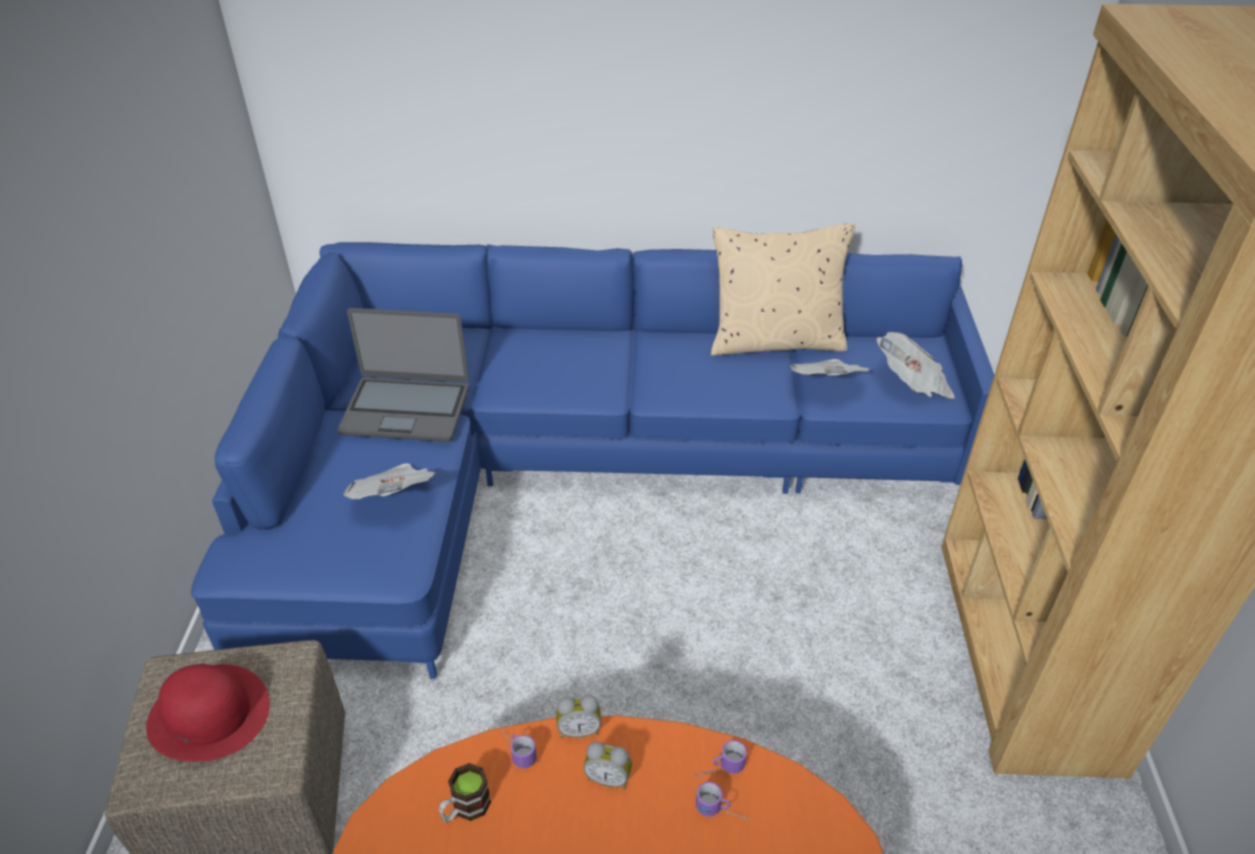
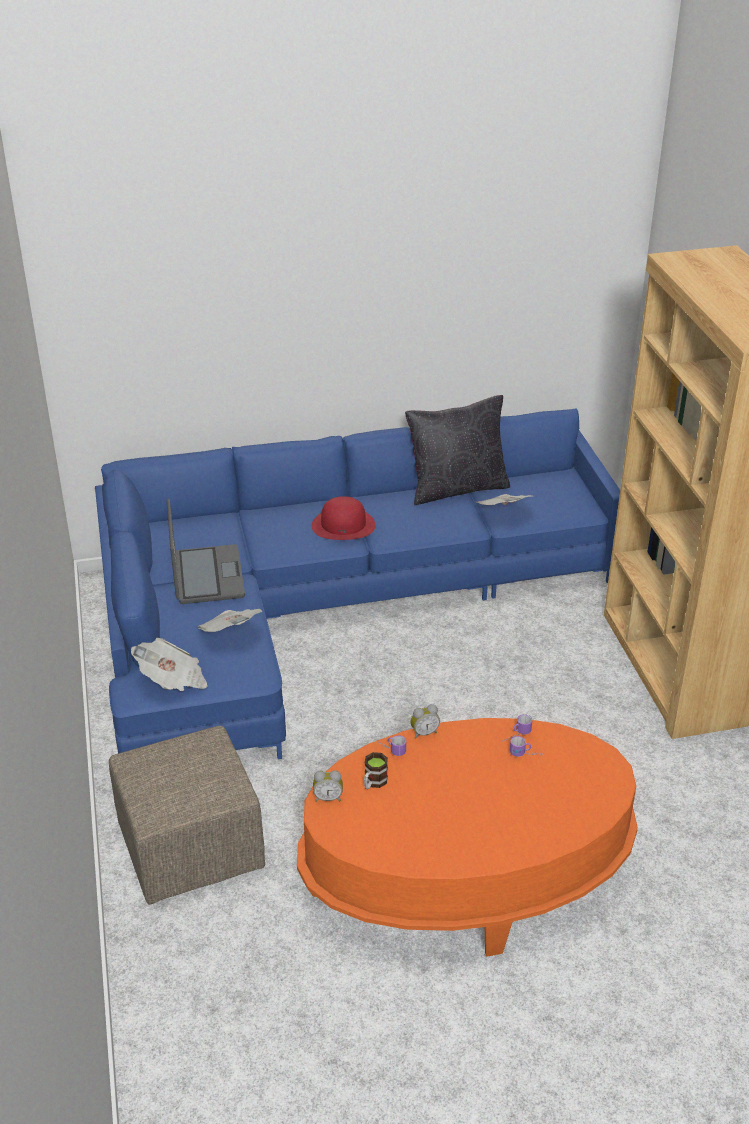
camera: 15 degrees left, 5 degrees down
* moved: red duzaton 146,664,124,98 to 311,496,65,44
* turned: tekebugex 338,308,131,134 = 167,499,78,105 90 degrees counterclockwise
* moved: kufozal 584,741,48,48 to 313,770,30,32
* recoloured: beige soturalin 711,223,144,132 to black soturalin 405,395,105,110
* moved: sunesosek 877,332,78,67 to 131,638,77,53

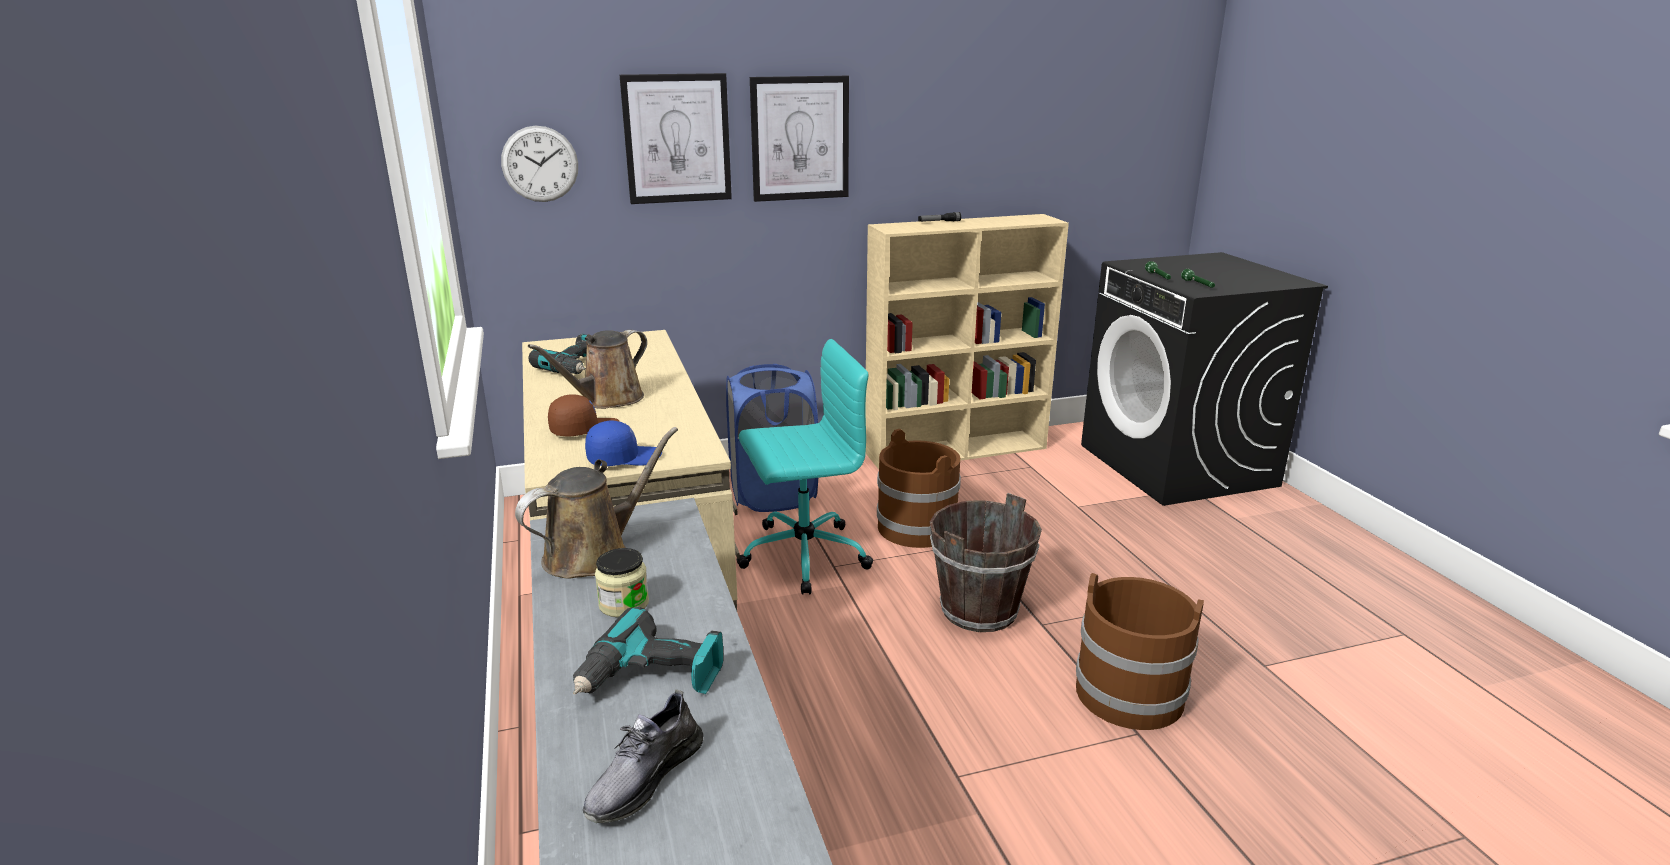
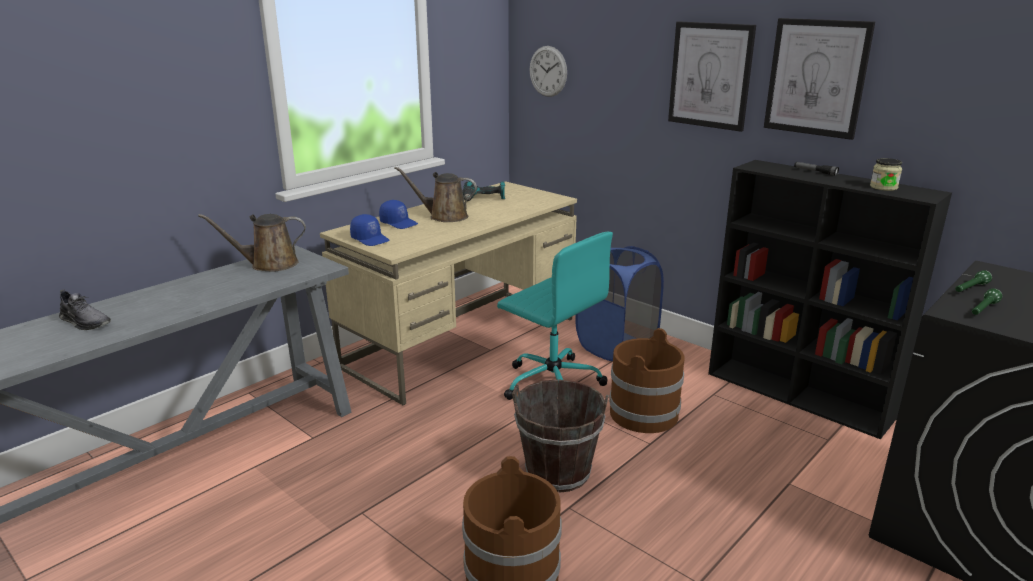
camera: 60 degrees right, 0 degrees up
* turned: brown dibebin 515,427,163,151 = 198,214,108,58 150 degrees clockwise
* recoloured: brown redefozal 548,394,72,42 to blue redefozal 379,200,39,29
* removed: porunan 573,607,151,88
* turned: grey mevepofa 583,689,121,134 = 59,289,52,41 150 degrees counterclockwise
* moved: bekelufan 595,548,54,70 to 870,158,32,33
* moved: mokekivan 620,73,112,131 to 764,18,111,122
* recoloured: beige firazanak 865,214,204,255 to black firazanak 708,160,244,279

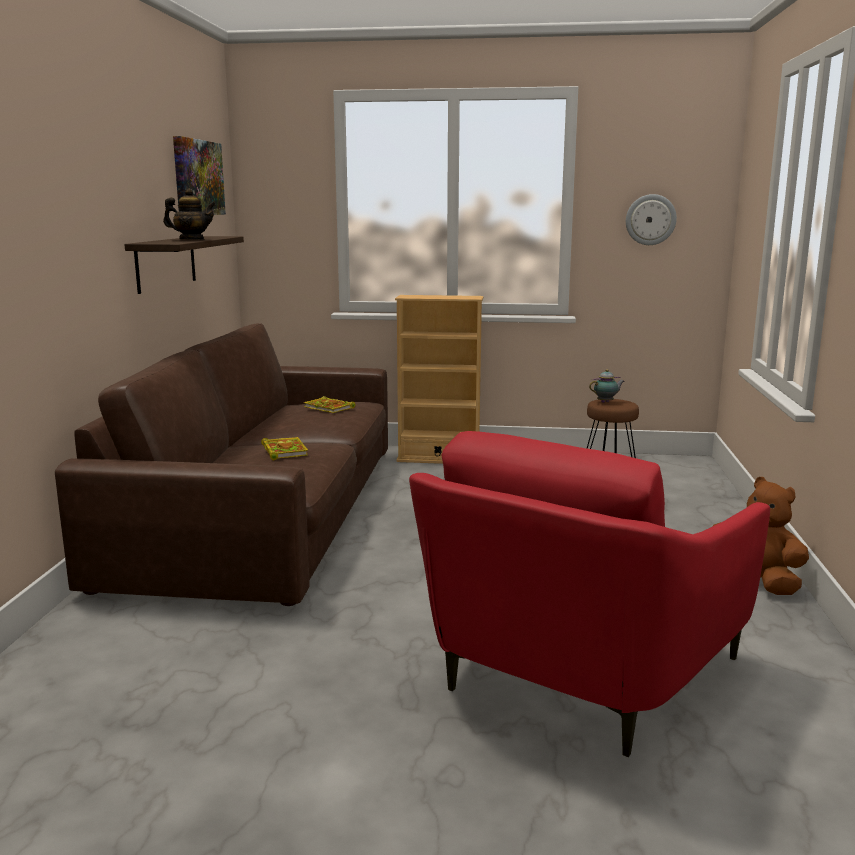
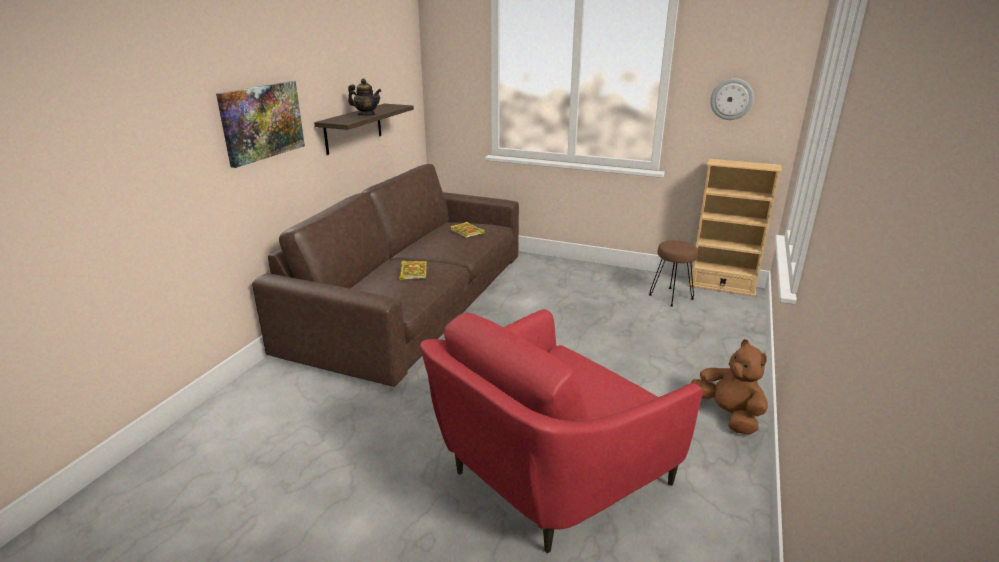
camera: 15 degrees right, 10 degrees up
* moved: mokekivan 173,136,53,79 to 216,81,89,87
* moved: beige firazanak 395,295,88,169 to 688,159,94,138
* removed: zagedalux 589,369,35,34

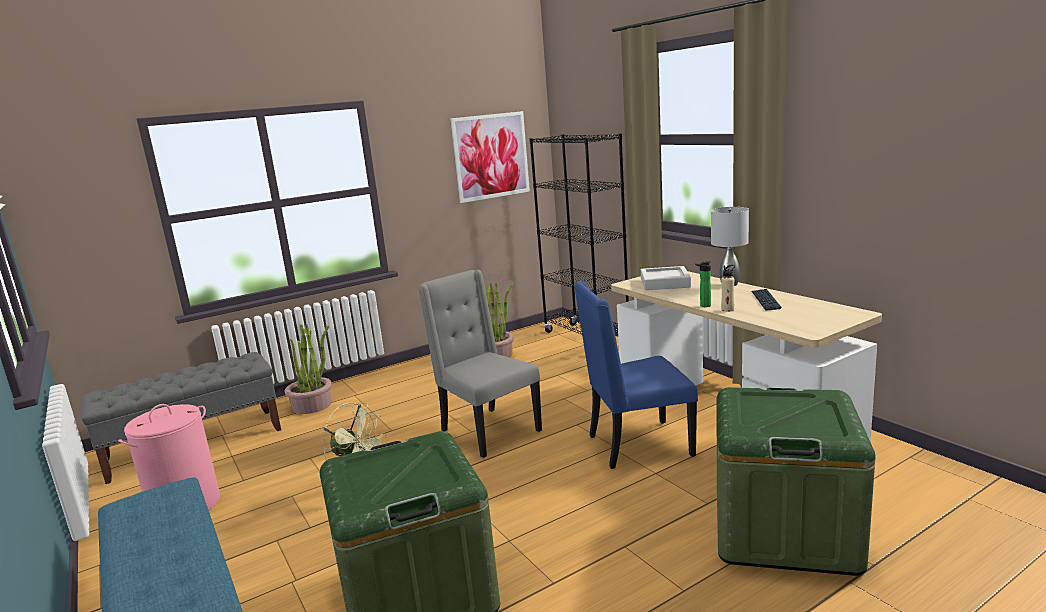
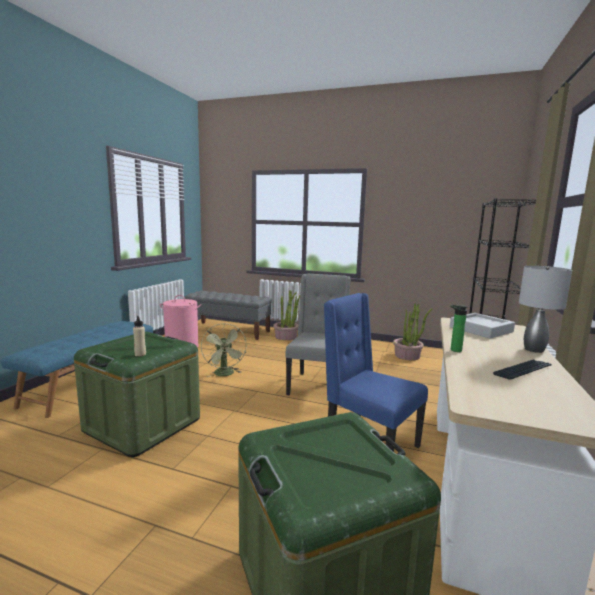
camera: 50 degrees right, 5 degrees down
* removed: mokekivan 450,111,80,92
* moved: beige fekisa 721,265,14,47 to 133,316,13,40

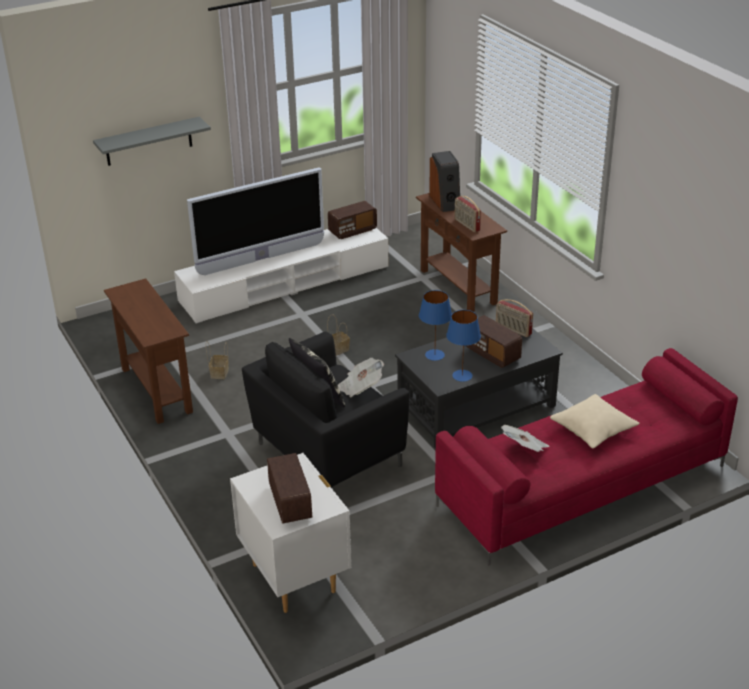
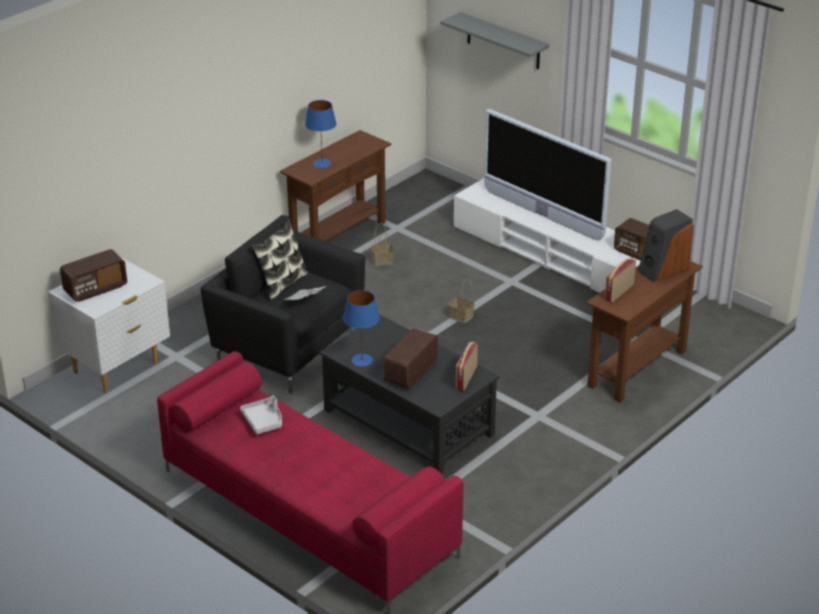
camera: 70 degrees right, 0 degrees up
* moved: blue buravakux 419,290,33,71 to 305,100,31,68
* replaced: sunesosek 501,425,48,27 to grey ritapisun 240,396,42,38
* removed: beige soturalin 550,394,90,54

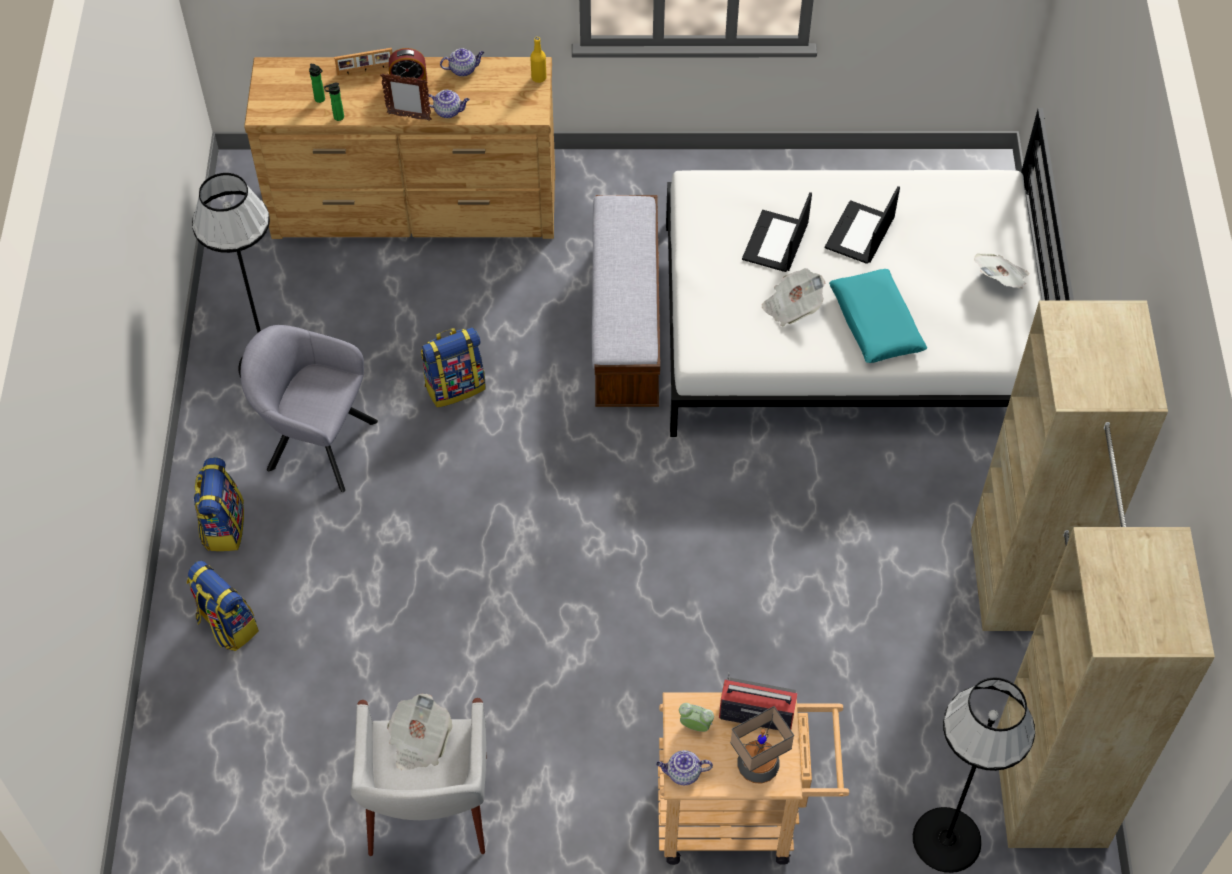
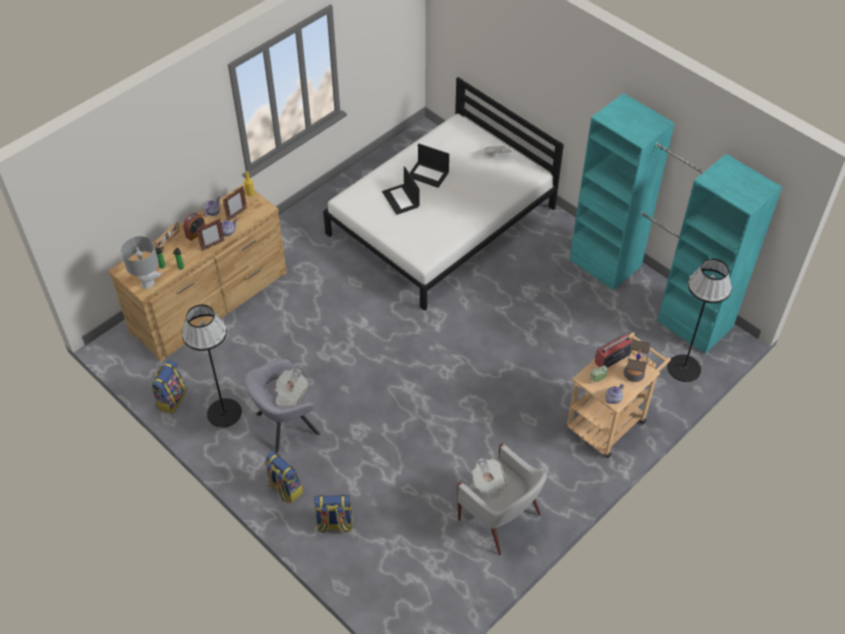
camera: 45 degrees left, 5 degrees down
* moved: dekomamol 421,327,65,81 to 152,360,34,54
* removed: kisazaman 592,195,68,212
* moved: sunesosek 762,268,64,59 to 275,369,33,37
* turned: tekebugex 825,186,75,78 = 410,143,39,45 45 degrees counterclockwise
* removed: turquoise soturalin 829,269,98,94
* recoloured: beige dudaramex 971,300,244,548 to turquoise dudaramex 569,93,213,261
* added: grey buravakux 121,236,40,53
* added: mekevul 222,186,25,34

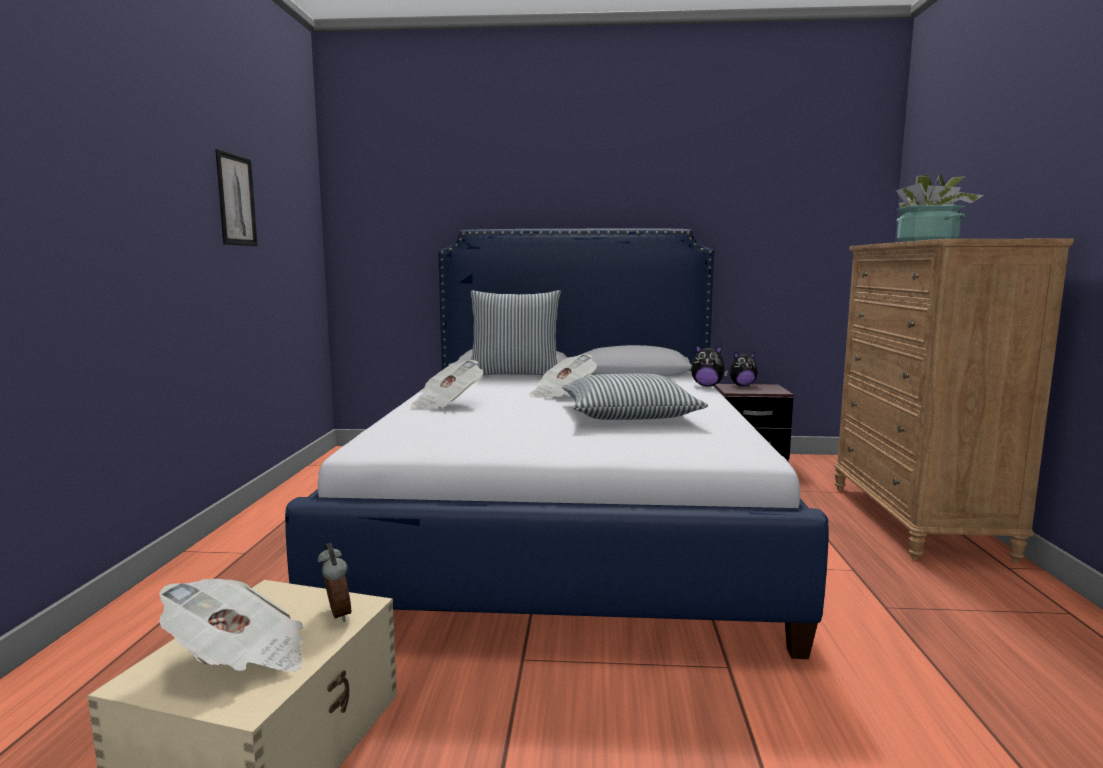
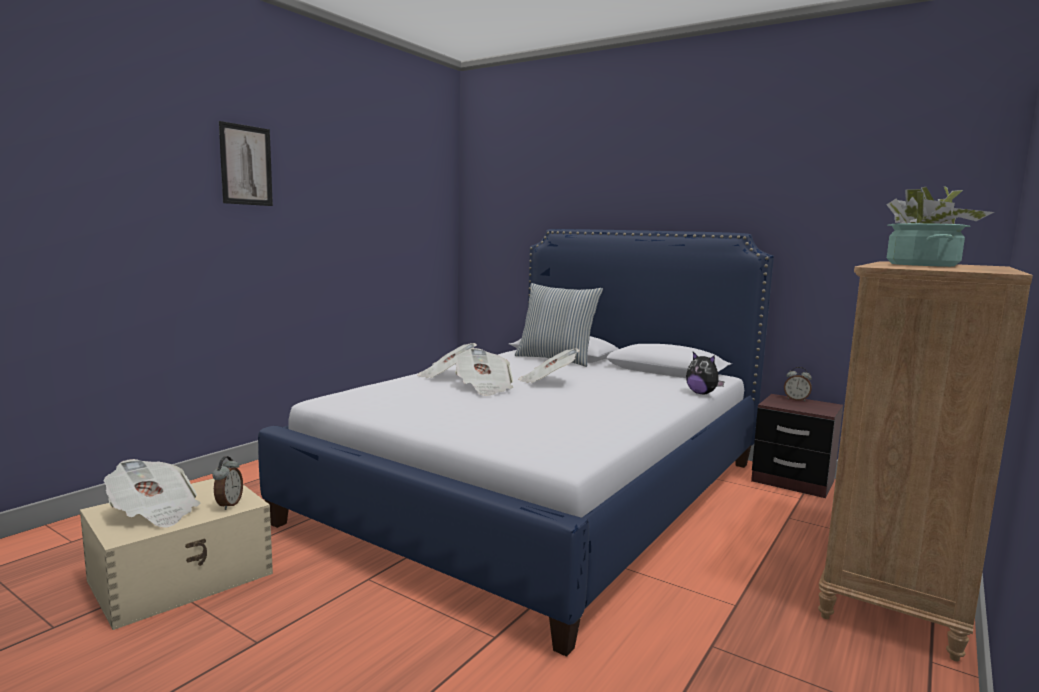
camera: 30 degrees right, 0 degrees up
* moved: mokekivan 215,149,43,97 to 219,121,54,85
* removed: soturalin 562,374,146,46
* replaced: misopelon 730,352,28,34 to kufozal 784,367,28,34
* added: sunesosek 455,348,58,48

